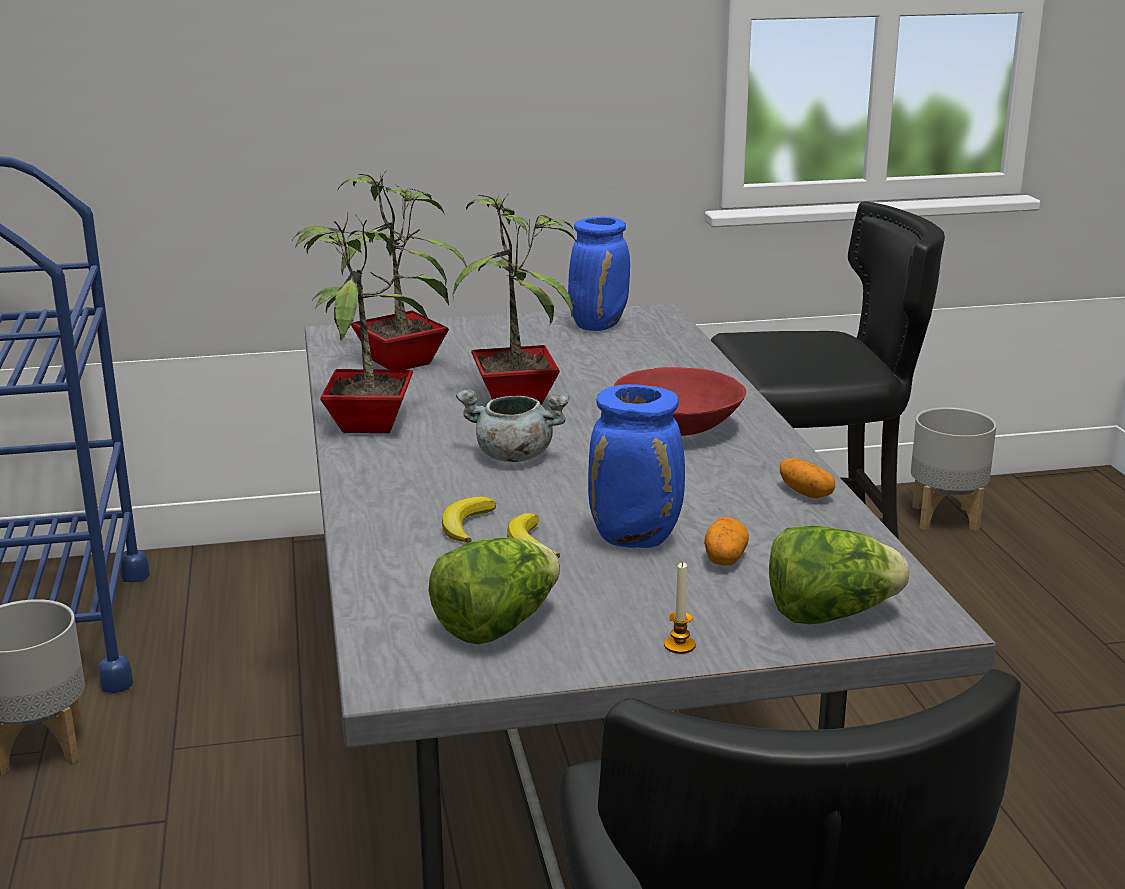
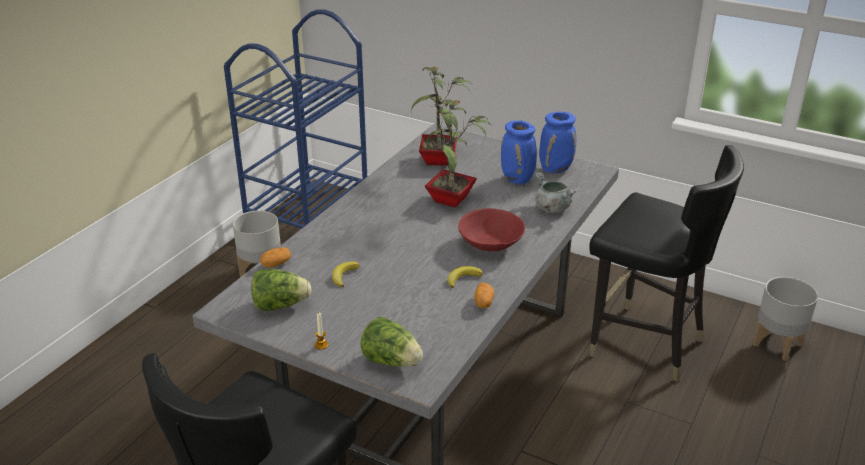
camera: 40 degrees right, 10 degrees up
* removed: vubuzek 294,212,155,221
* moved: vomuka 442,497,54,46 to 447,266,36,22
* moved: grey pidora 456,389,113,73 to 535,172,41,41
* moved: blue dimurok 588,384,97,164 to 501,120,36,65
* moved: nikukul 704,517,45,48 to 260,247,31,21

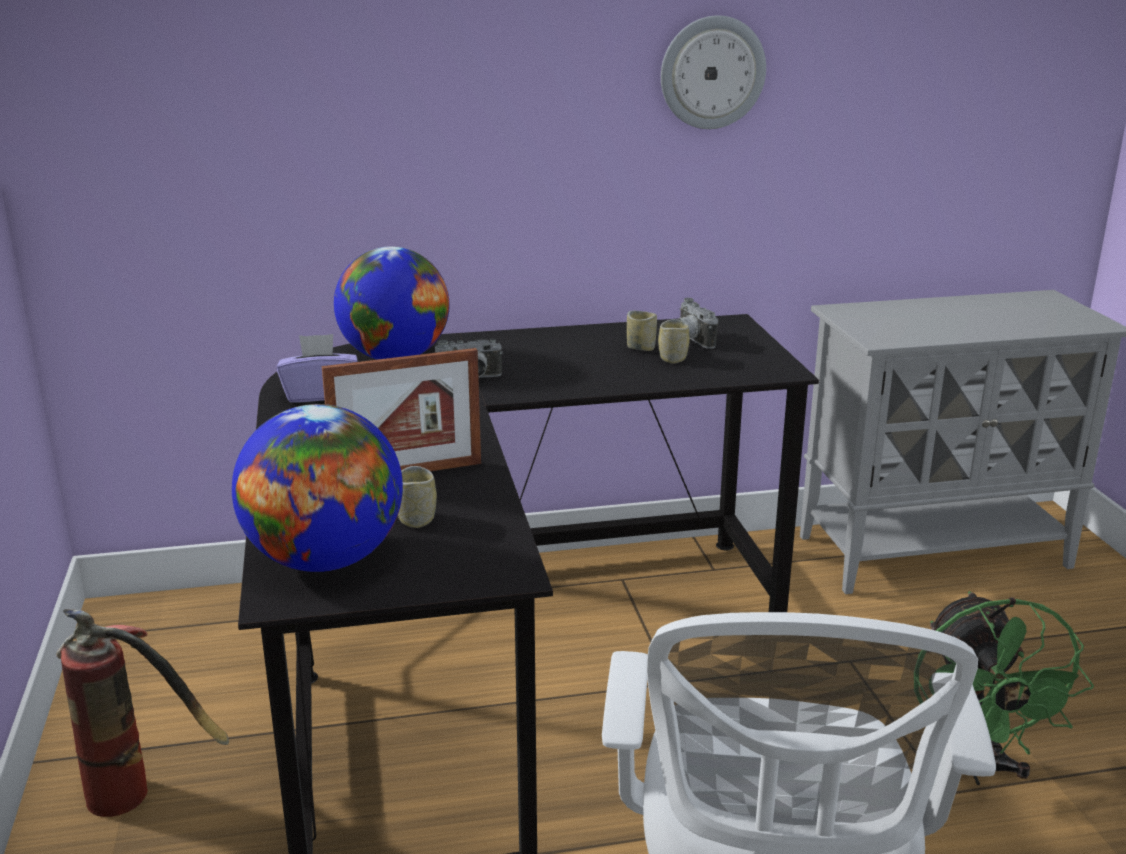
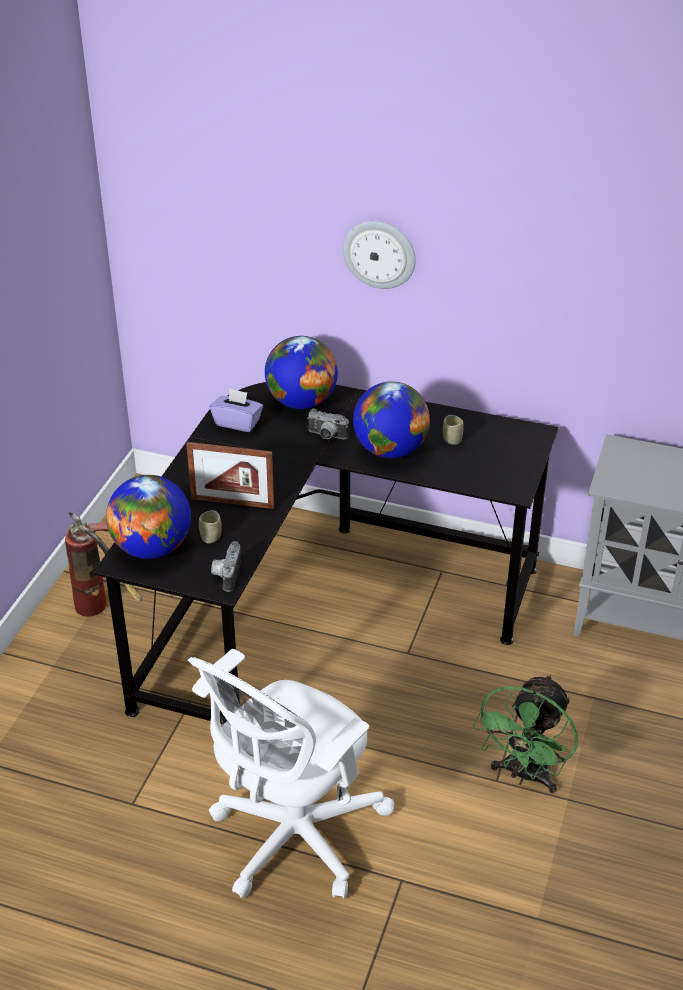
camera: 30 degrees right, 15 degrees up
* removed: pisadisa 658,319,32,44
* moved: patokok 661,15,105,114 to 343,221,73,68
* moved: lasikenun 678,298,40,51 to 211,541,30,51
* added: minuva 353,381,77,77

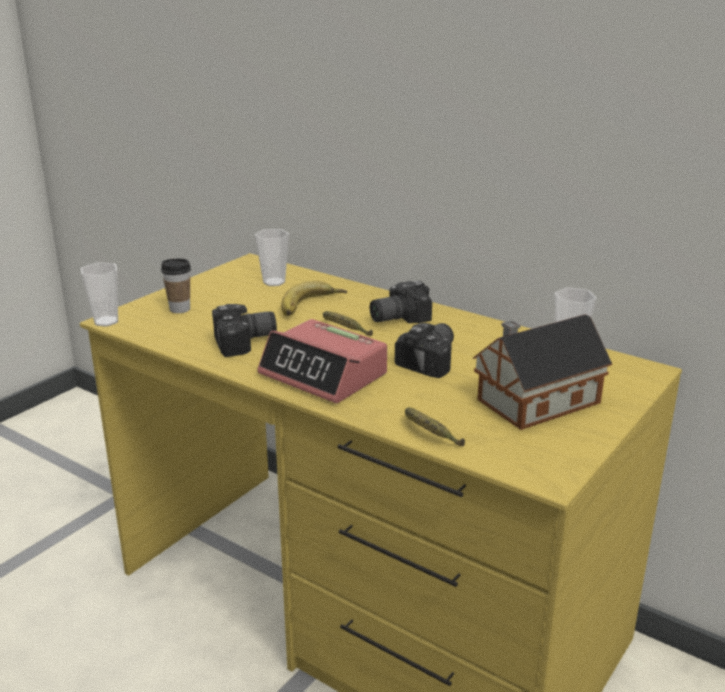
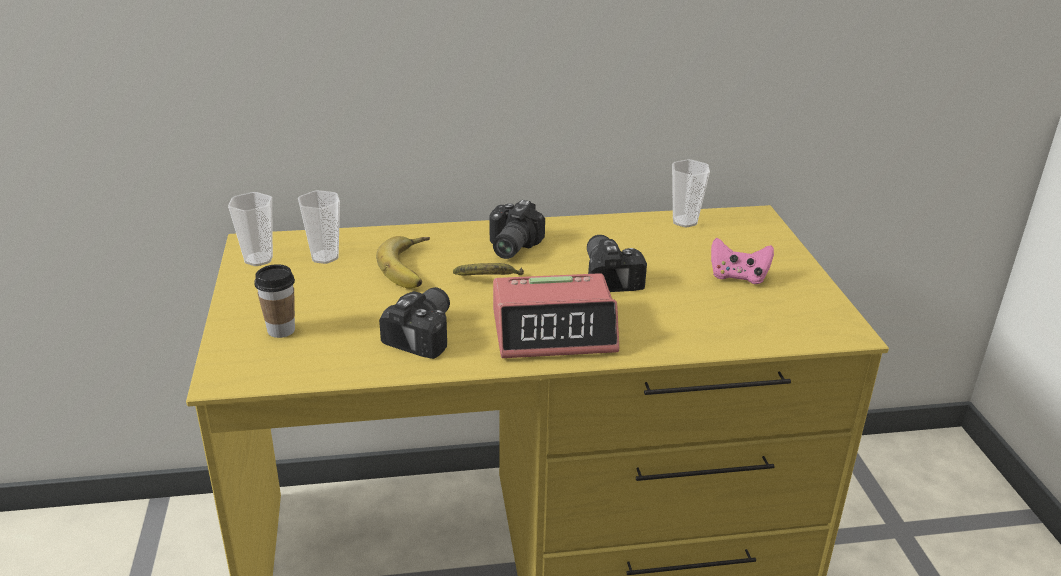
camera: 45 degrees left, 5 degrees up
* moved: pisadisa 81,262,37,65 to 228,192,45,74
* removed: vomuka 405,407,60,39
* replaced: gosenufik 473,314,139,116 to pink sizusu 711,238,63,46

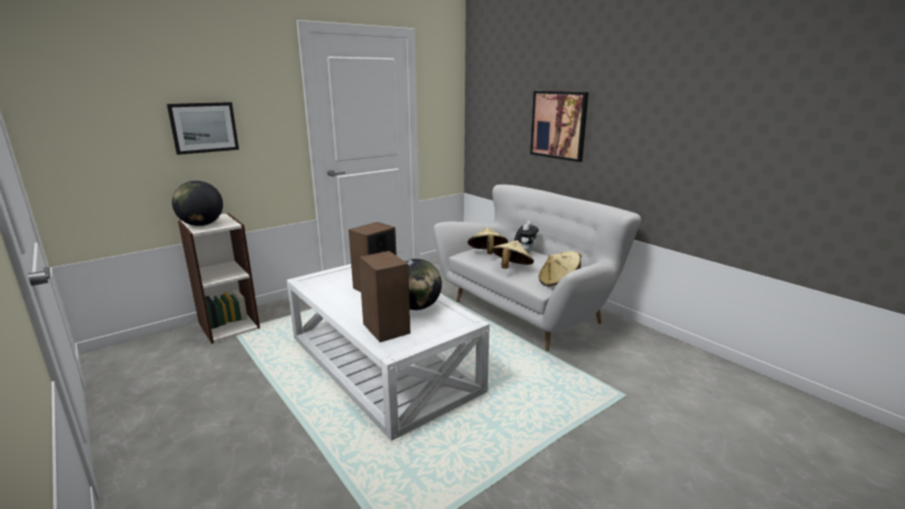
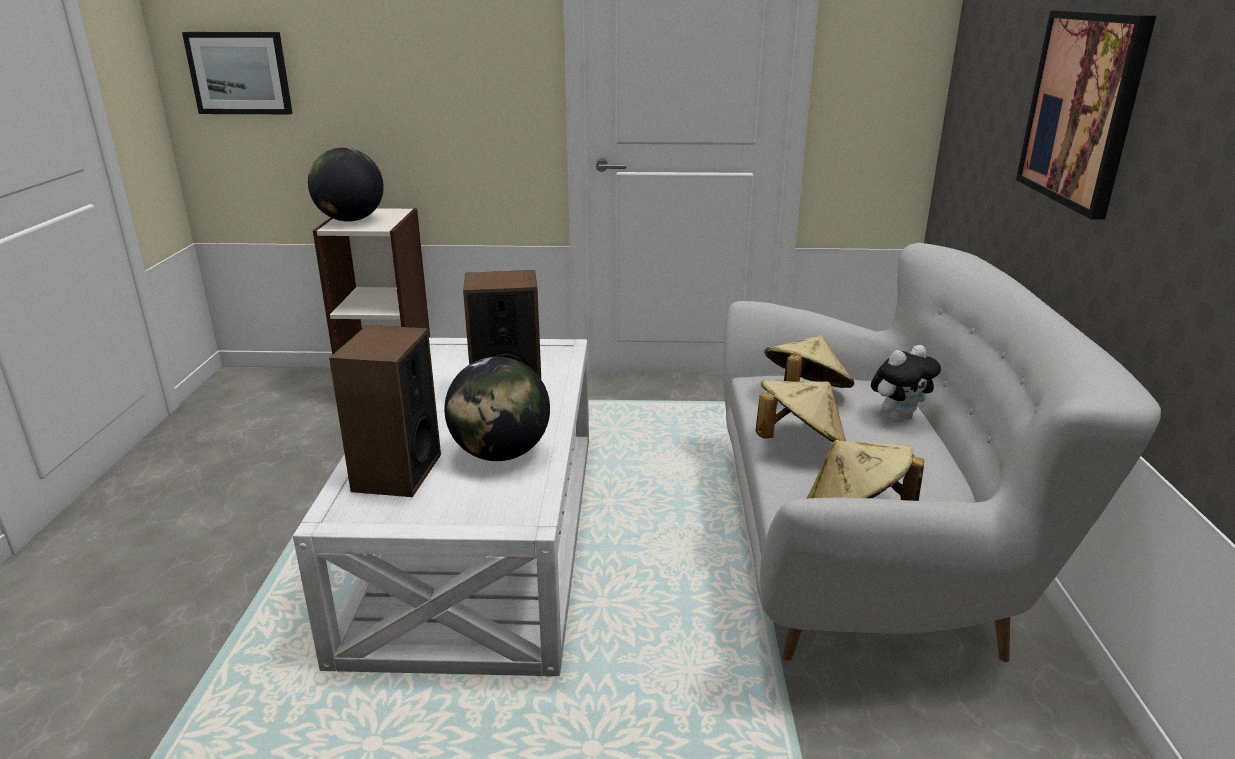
camera: 40 degrees right, 5 degrees up
* moved: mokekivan 167,102,72,53 to 182,32,111,82

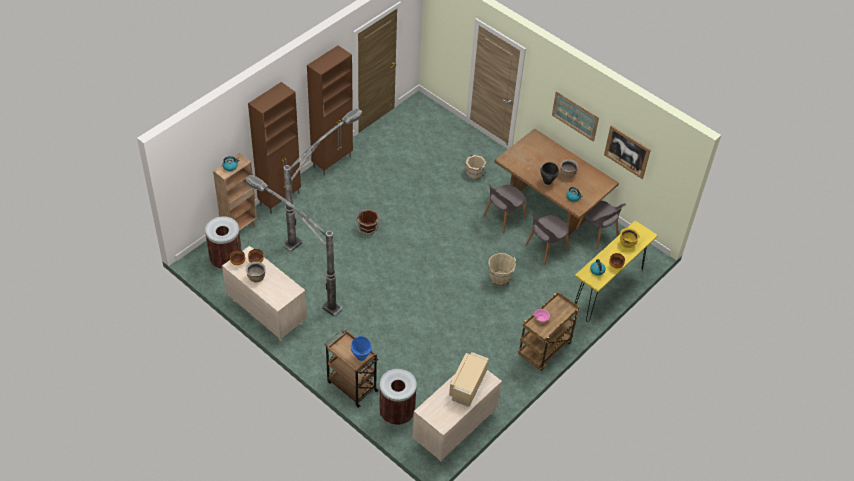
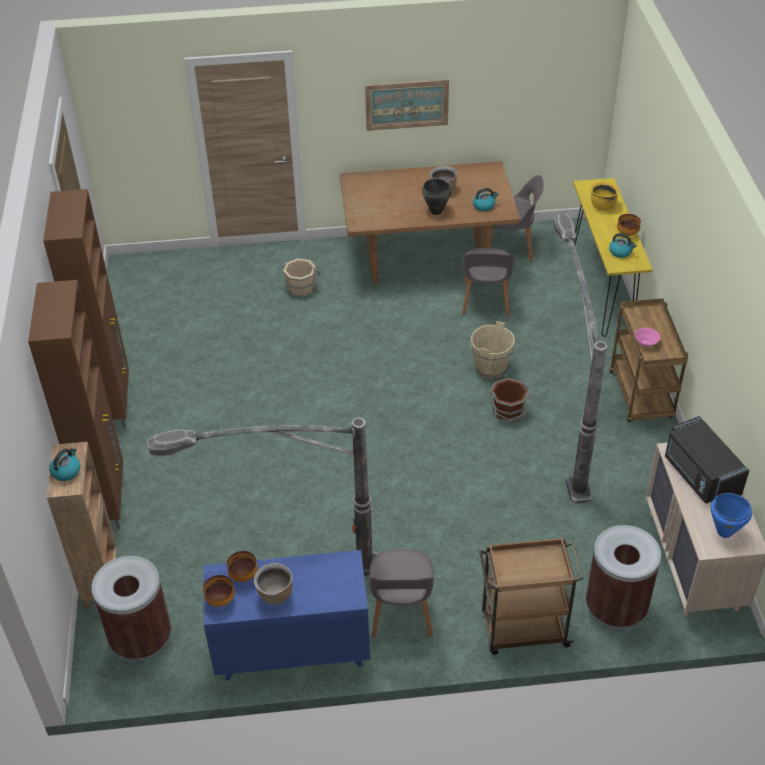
camera: 45 degrees left, 5 degrees down
* recoloured: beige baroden 222,246,85,95 to blue baroden 203,550,167,130
* moved: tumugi 283,109,79,143 to 554,213,53,291
* moved: blue pidora 351,336,21,25 to 711,493,41,45
* moved: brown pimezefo 355,209,24,26 to 490,378,42,45
* recoloured: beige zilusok 449,352,40,55 to black zilusok 665,416,84,88
* moved: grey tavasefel 483,184,43,49 to 369,549,65,89
* removed: mokekivan 604,125,47,54

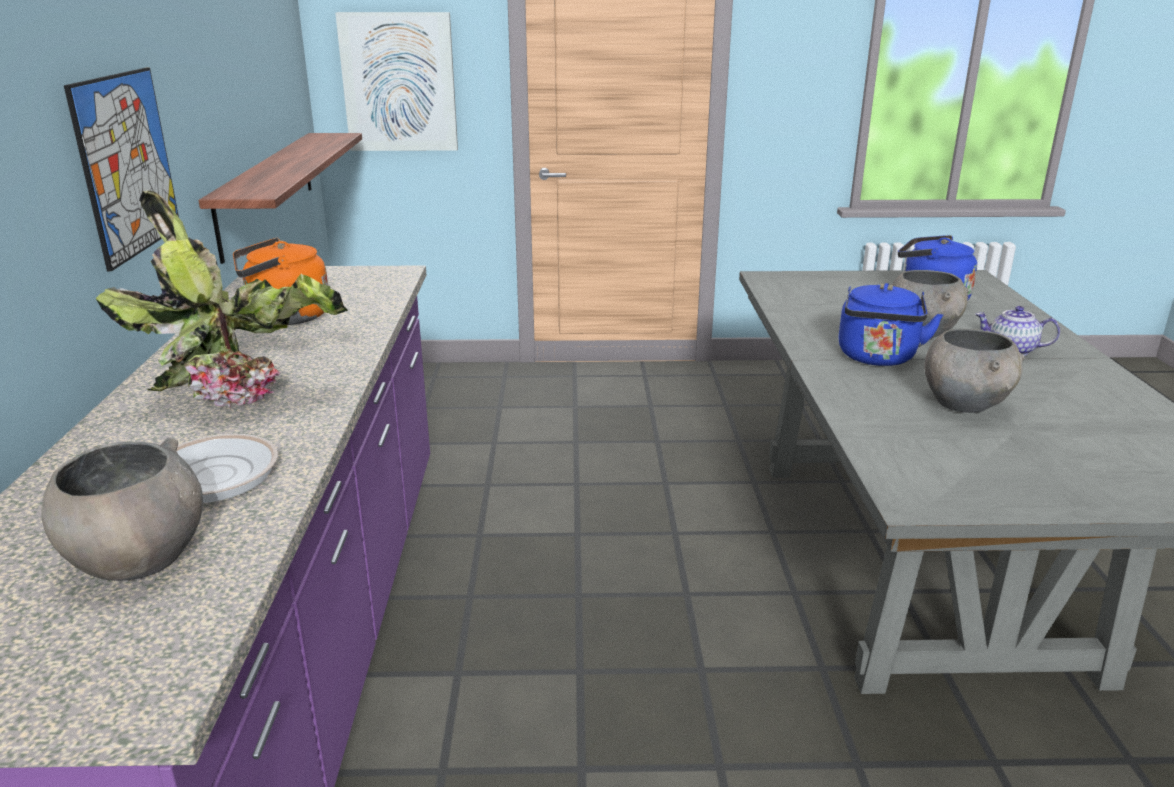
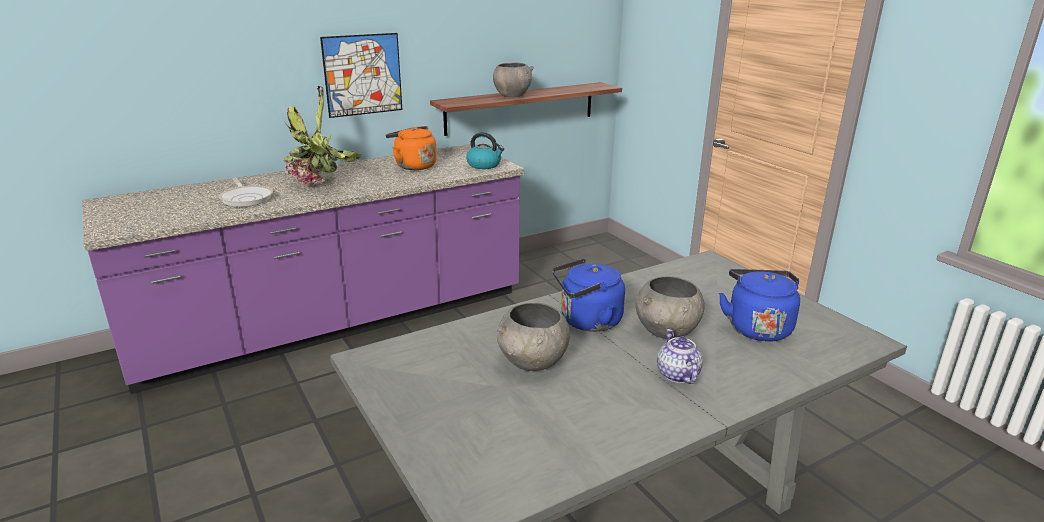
camera: 60 degrees right, 0 degrees up
* moved: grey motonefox 41,437,162,144 to 493,62,41,35
* removed: mokekivan 335,12,123,139
* added: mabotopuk 466,132,38,37

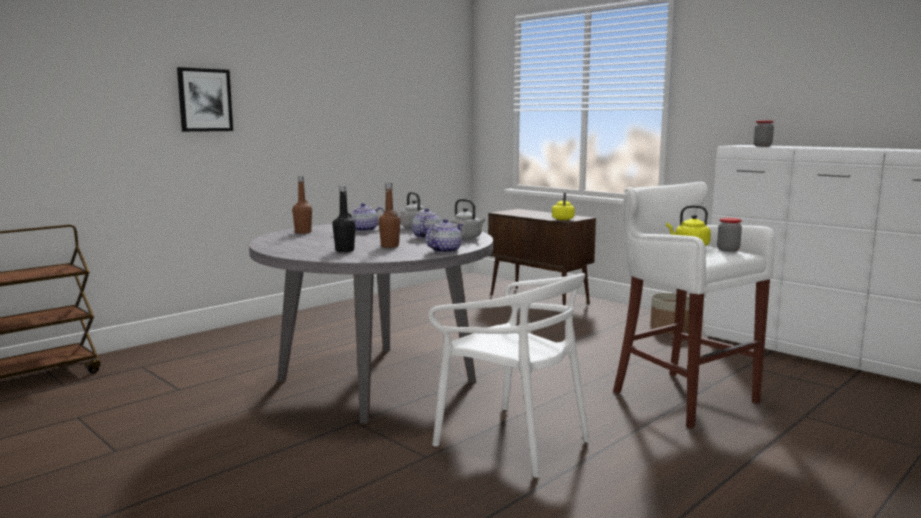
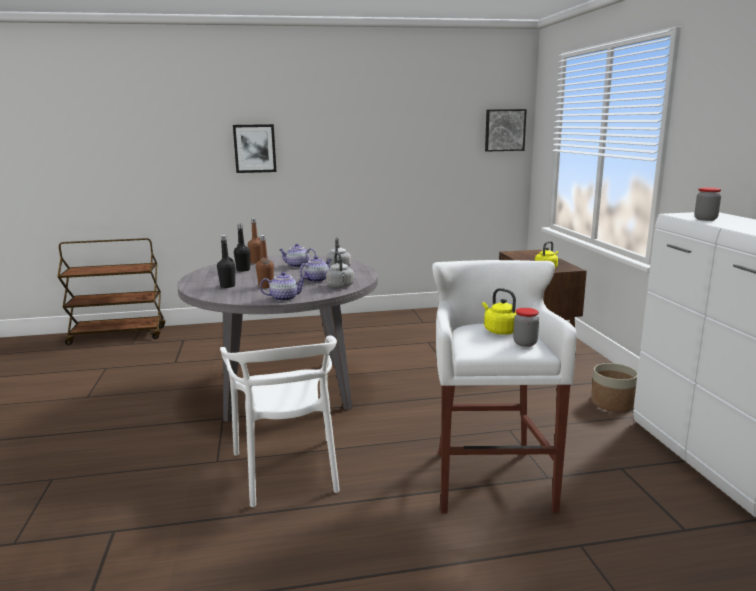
camera: 35 degrees right, 5 degrees up
* added: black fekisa 234,224,16,48
* added: mokekivan 485,109,42,43

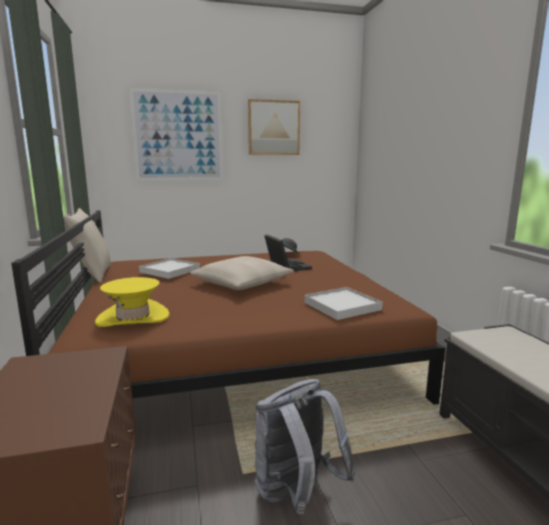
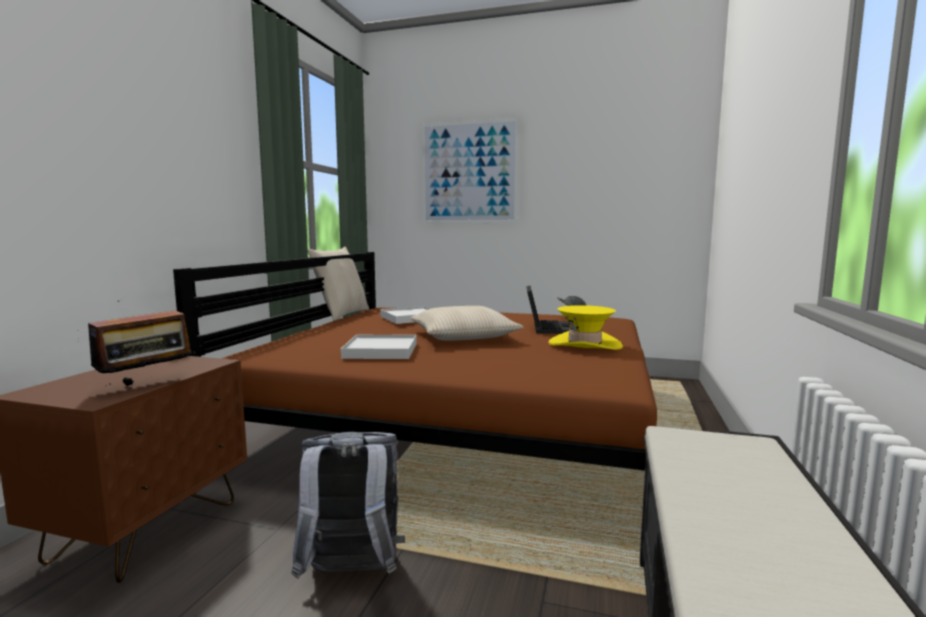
camera: 30 degrees right, 5 degrees down
* moved: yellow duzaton 95,277,75,50 to 548,305,75,45
* removed: mokekivan 248,99,52,56
* moved: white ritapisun 304,287,79,33 to 341,335,76,24
* added: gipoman 78,300,118,86

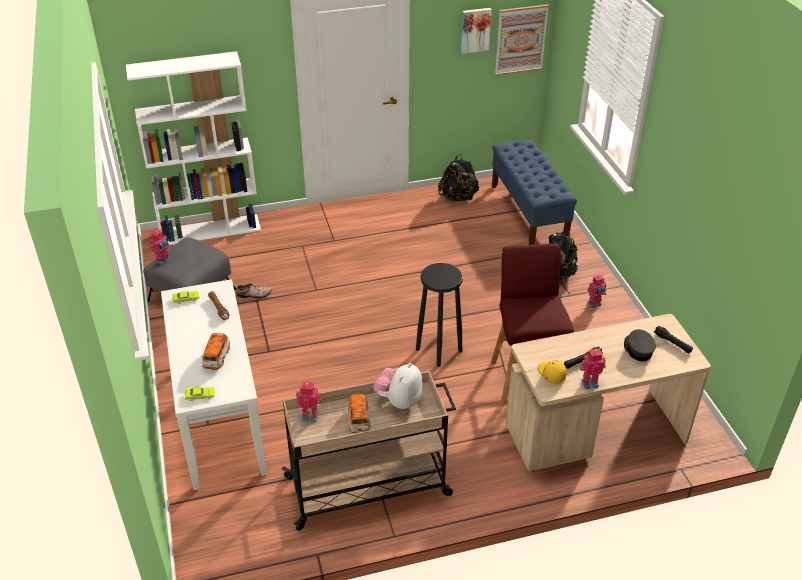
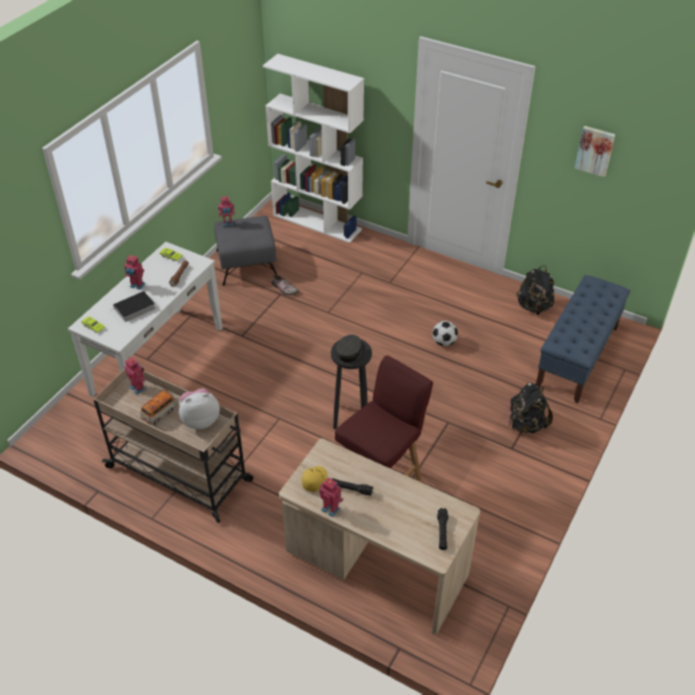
camera: 45 degrees right, 5 degrees up
* replaced: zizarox 201,333,29,37 to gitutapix 109,291,47,31
* removed: mokekivan 495,4,54,71
* moved: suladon 587,275,19,33 to 125,255,20,35
* moved: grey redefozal 624,329,32,32 to 336,335,29,27
* added: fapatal 432,321,26,25

